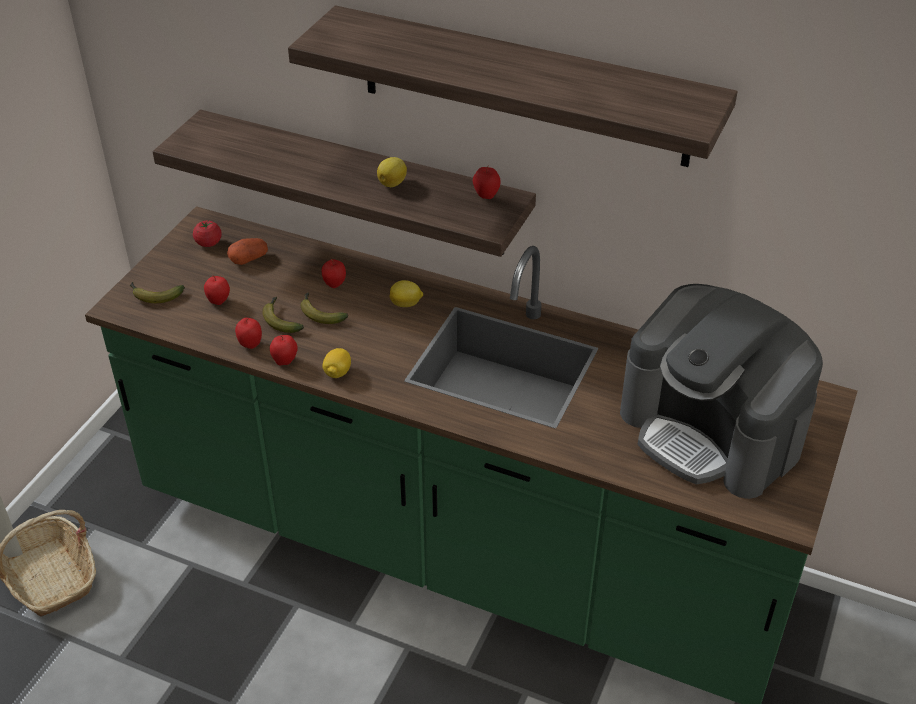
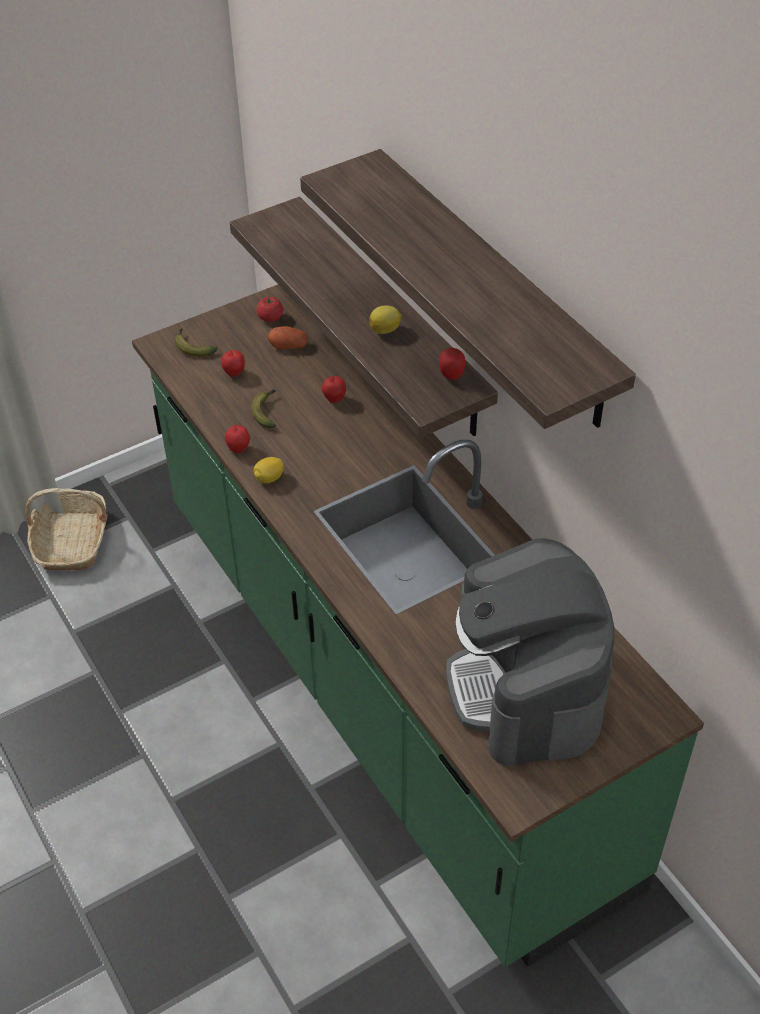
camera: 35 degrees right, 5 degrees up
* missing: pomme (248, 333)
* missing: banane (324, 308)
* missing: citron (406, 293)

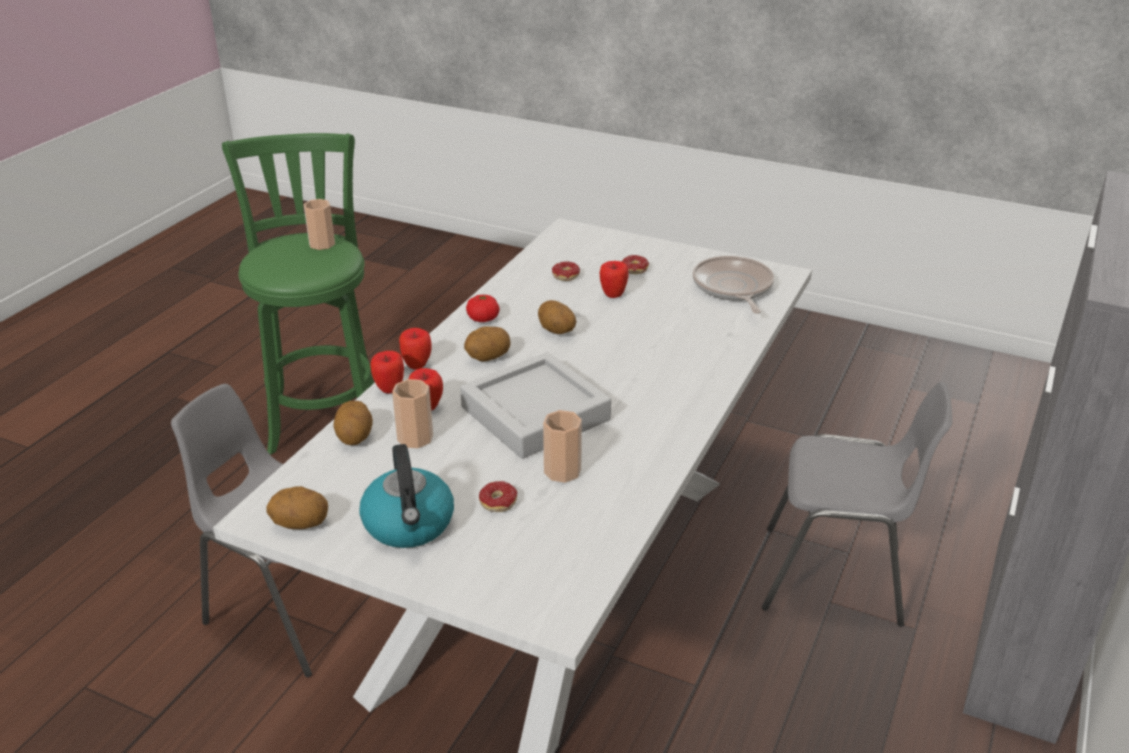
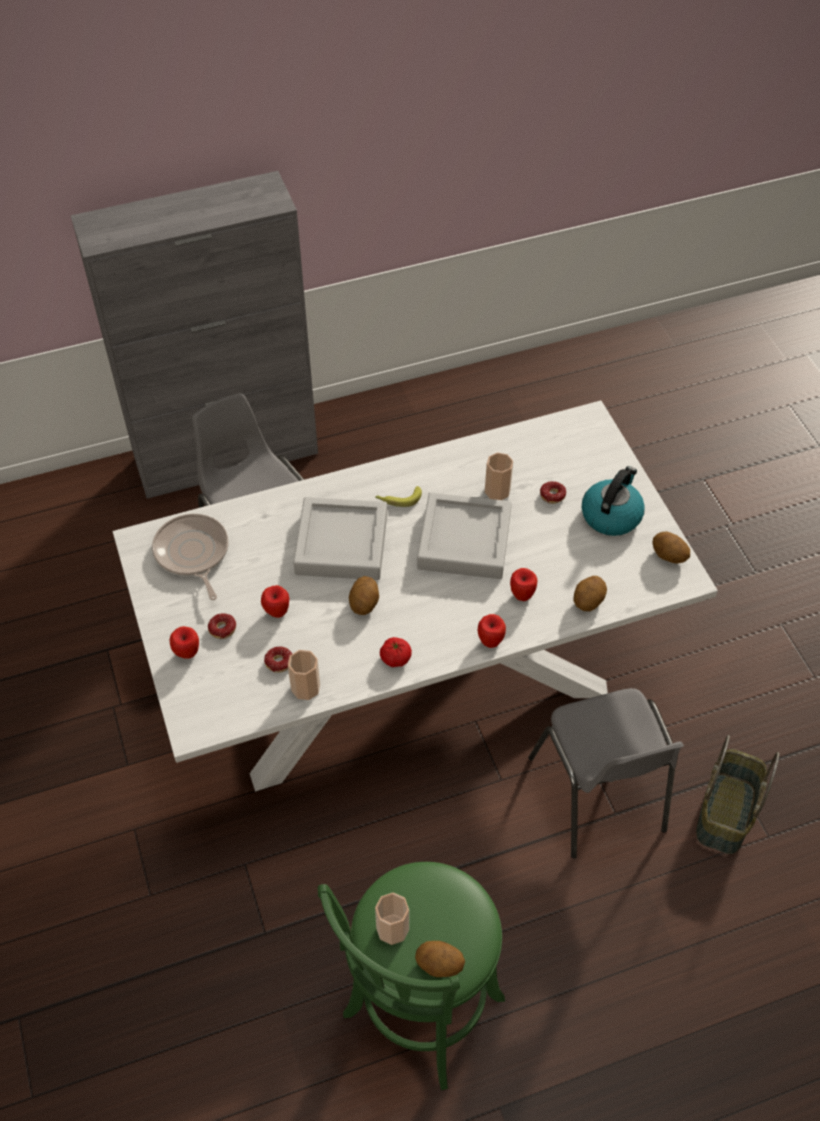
camera: 135 degrees left, 20 degrees up
* appeared: plateau [gris] (340, 538)
* appeared: banane (398, 496)
* appeared: panier (737, 794)
* relocated: pomme (387, 372) to (184, 642)
* relocated: tasse (412, 413) to (304, 675)
* relocated: pomme de terre (487, 344) to (440, 959)
* spun: poêle (733, 285) = (190, 557) 120 degrees clockwise

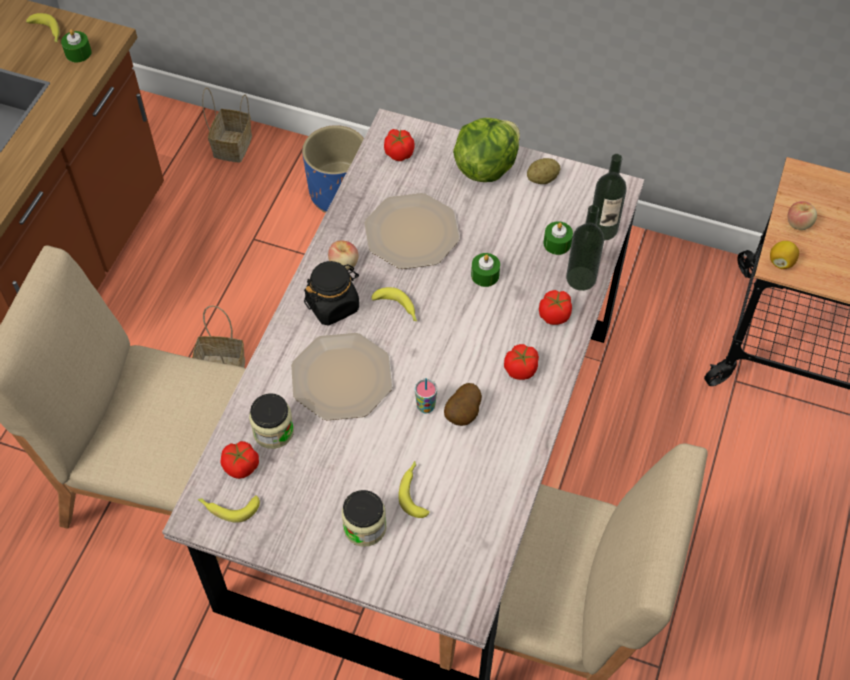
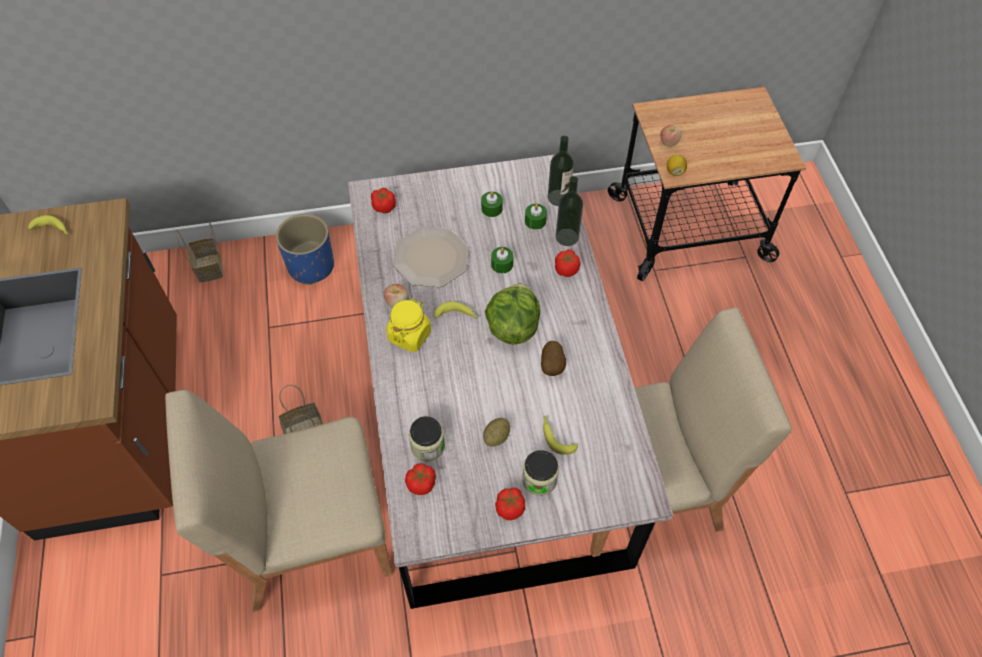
camera: 30 degrees left, 0 degrees up
* missing: banane (229, 509)
* missing: assiette (342, 376)
* missing: tasse (426, 395)
* relocated: bougie [vert] (76, 45) to (492, 204)
* relocated: laitue (486, 150) to (512, 314)
* relocated: tomate (521, 362) to (510, 503)
* relocated: pomme de terre (543, 171) to (496, 432)
* colour: bocal [noir] (331, 293) to bocal [jaune] (408, 325)

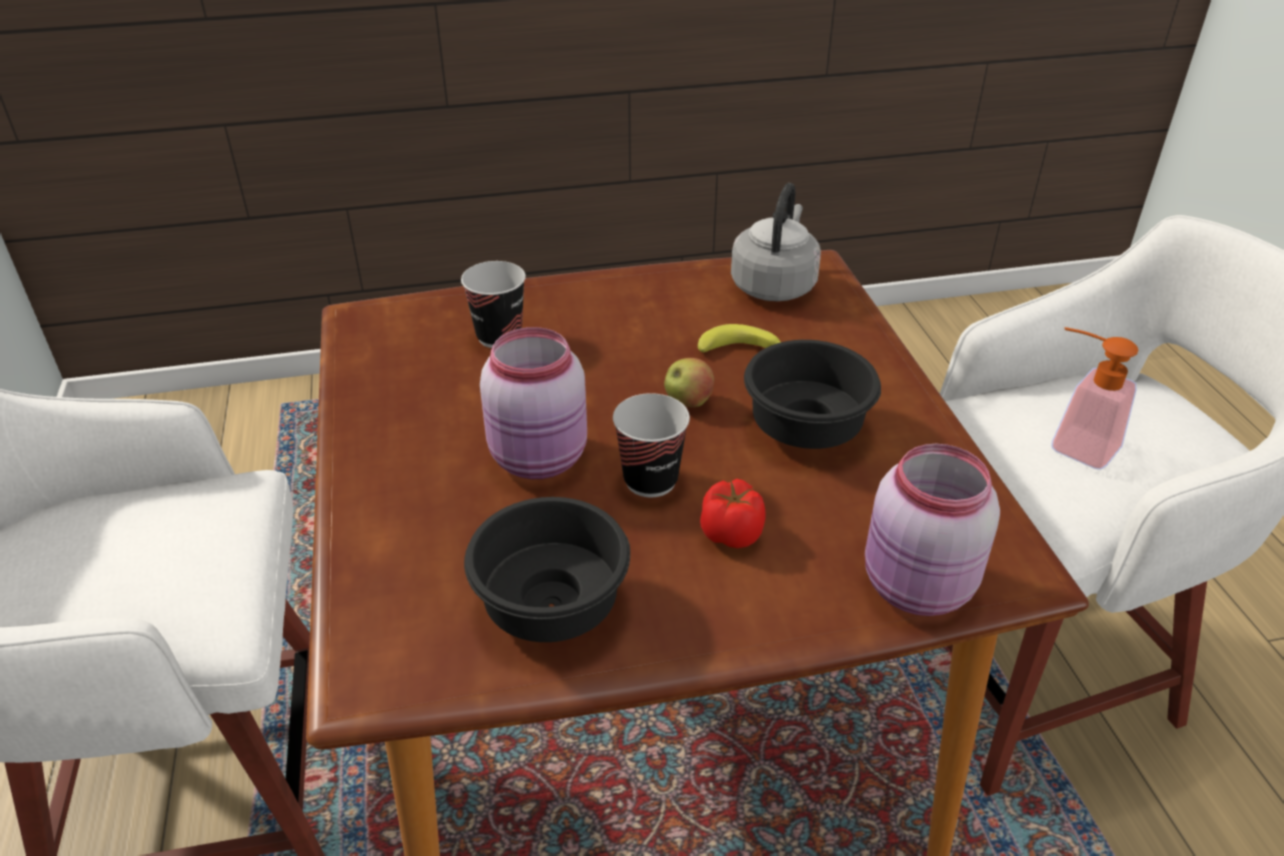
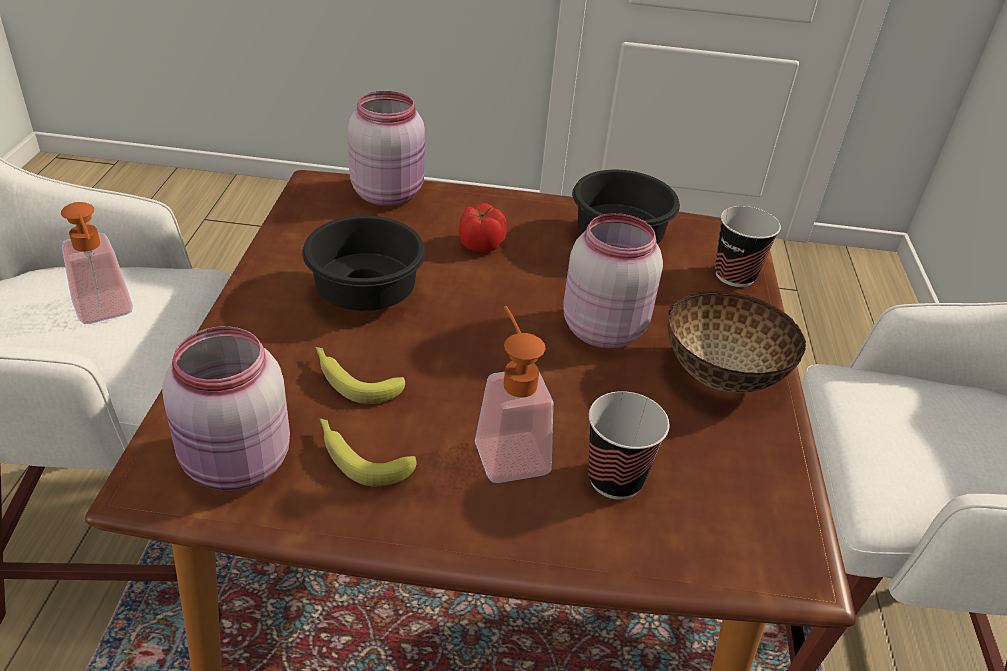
camera: 165 degrees left, 0 degrees up
* missing: pomme (689, 382)
* appeared: banane (368, 453)
* appeared: distributeur de savon (514, 394)
* appeared: bol (736, 342)
* relocated: tasse (651, 445) to (748, 246)
* exchanged: bouilloire [gris] (776, 242) to bocal [rose] (226, 409)

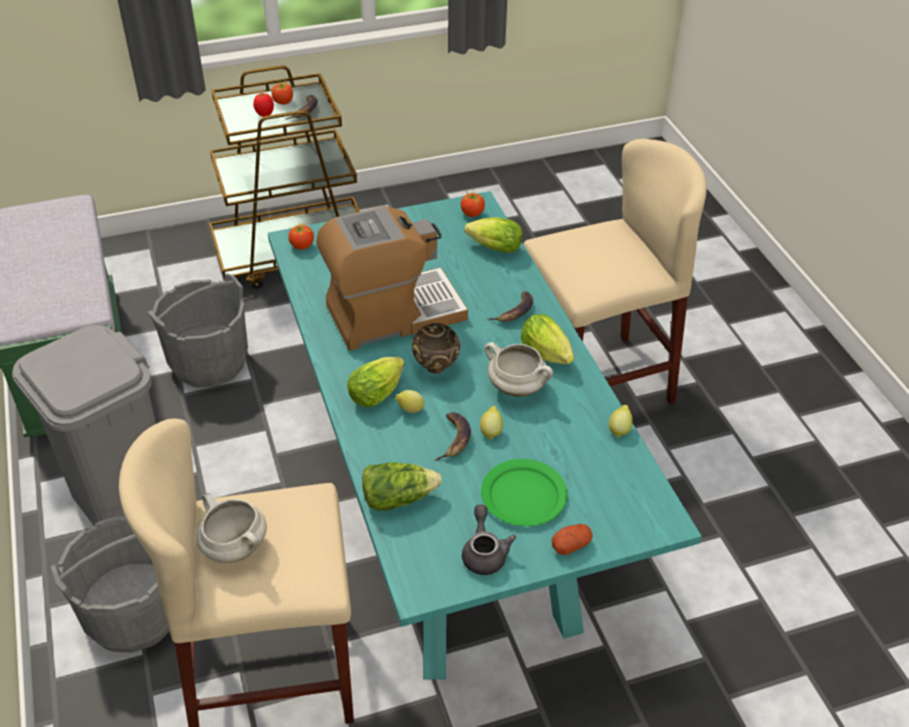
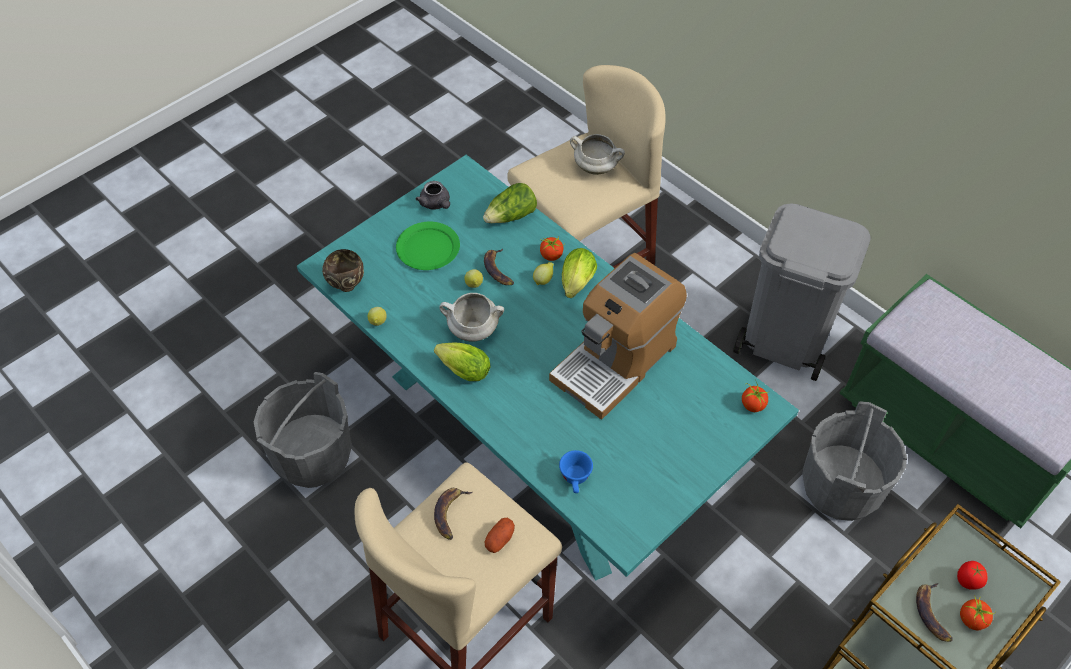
camera: 155 degrees right, 10 degrees up
* relocated: seau [gris] (110, 584) to (303, 430)
* relocated: bol [marron] (436, 348) to (343, 270)
* relocated: tomate (473, 202) to (551, 248)
* relocated: banane (510, 307) to (453, 514)
* relocated: pomme de terre (572, 539) to (500, 535)
* exchanged: laitue (493, 235) to tasse [bleu] (576, 471)

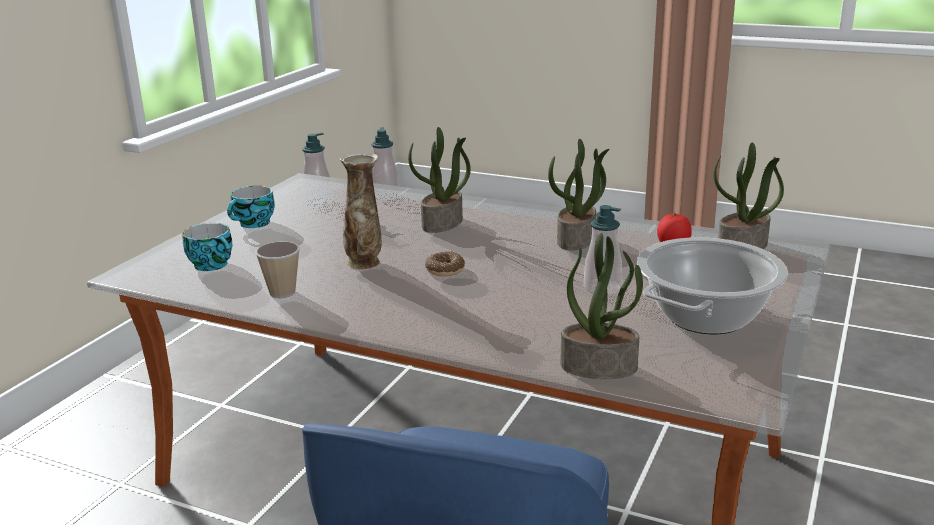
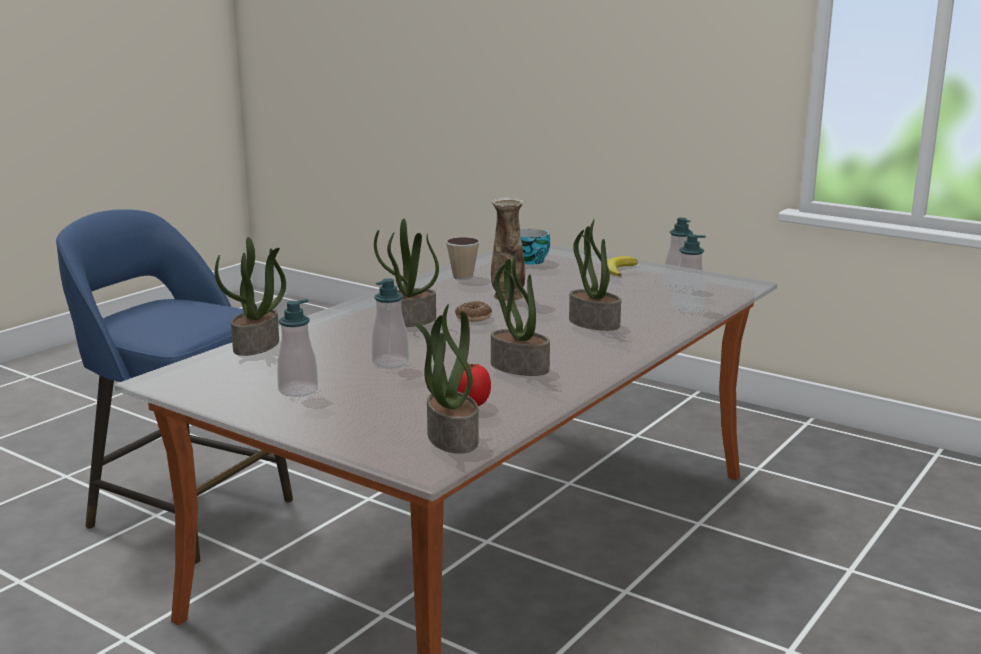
camera: 100 degrees right, 5 degrees down
* appeared: plante en pot (406, 273)
* exchanged: tasse (251, 207) to banane (622, 266)
* exchanged: marmite (712, 285) to distributeur de savon (297, 348)

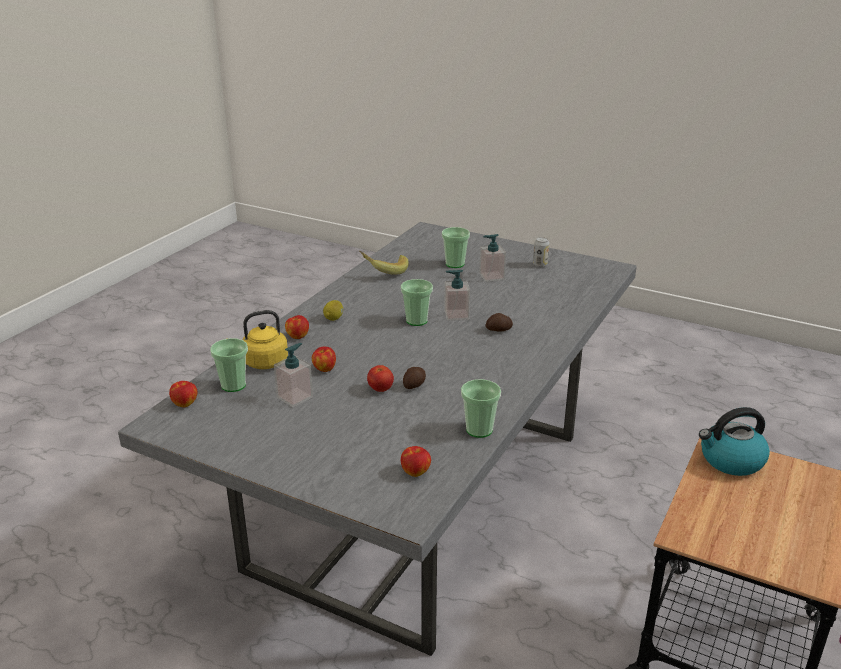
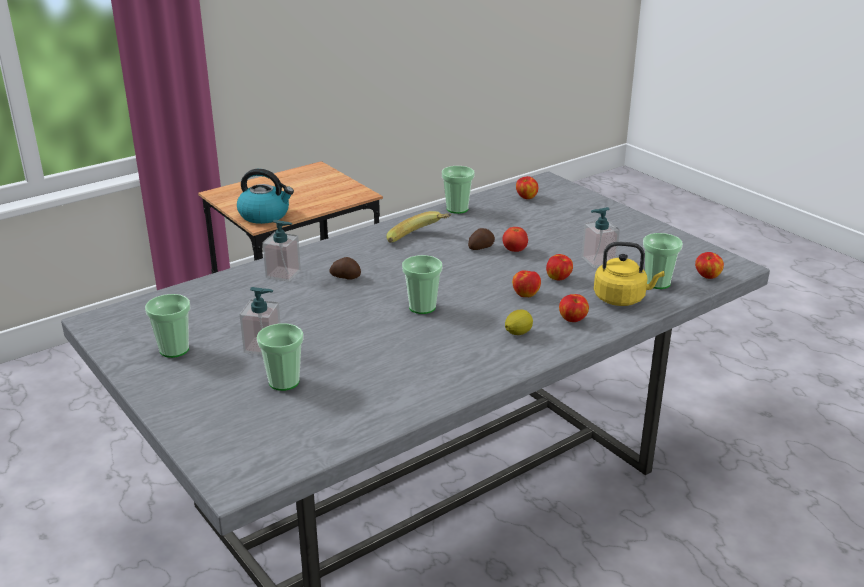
camera: 155 degrees left, 0 degrees up
* appeared: pomme (526, 284)
* relocated: banane (384, 263) to (418, 227)
* relocated: distributeur de savon (457, 295) to (281, 251)
* exchanged: boîte métallique (541, 252) to tasse (167, 326)

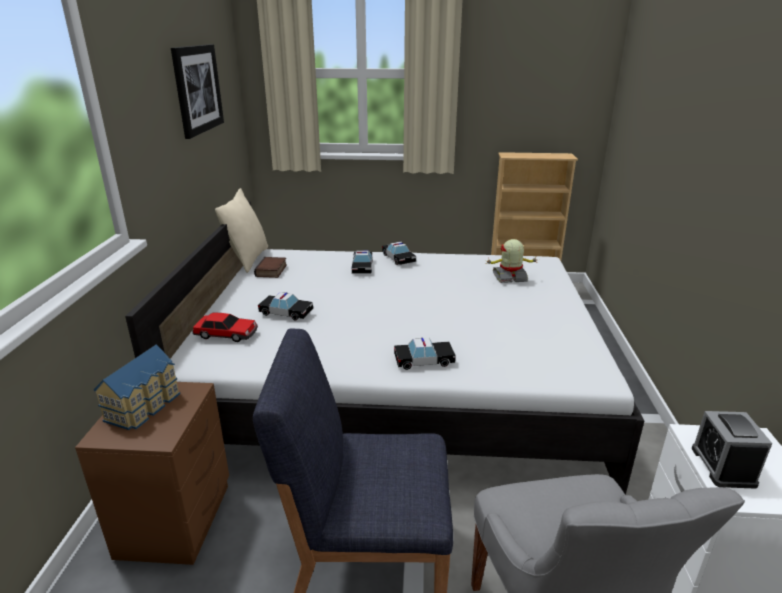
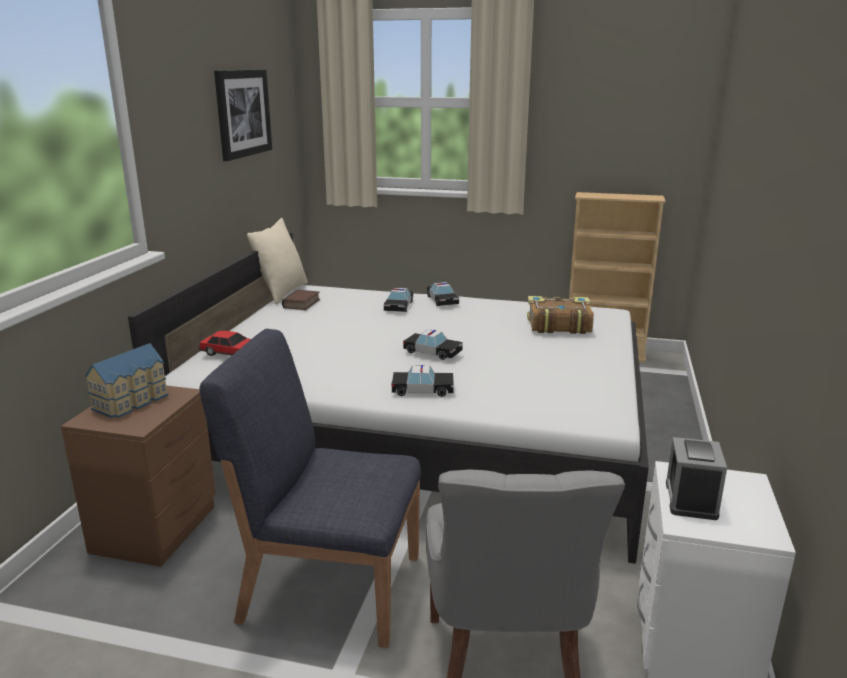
camera: 10 degrees right, 5 degrees down
* relocated: petite voiture (285, 306) to (433, 344)
* exchanged: robot jouet (511, 261) to livre (560, 315)

